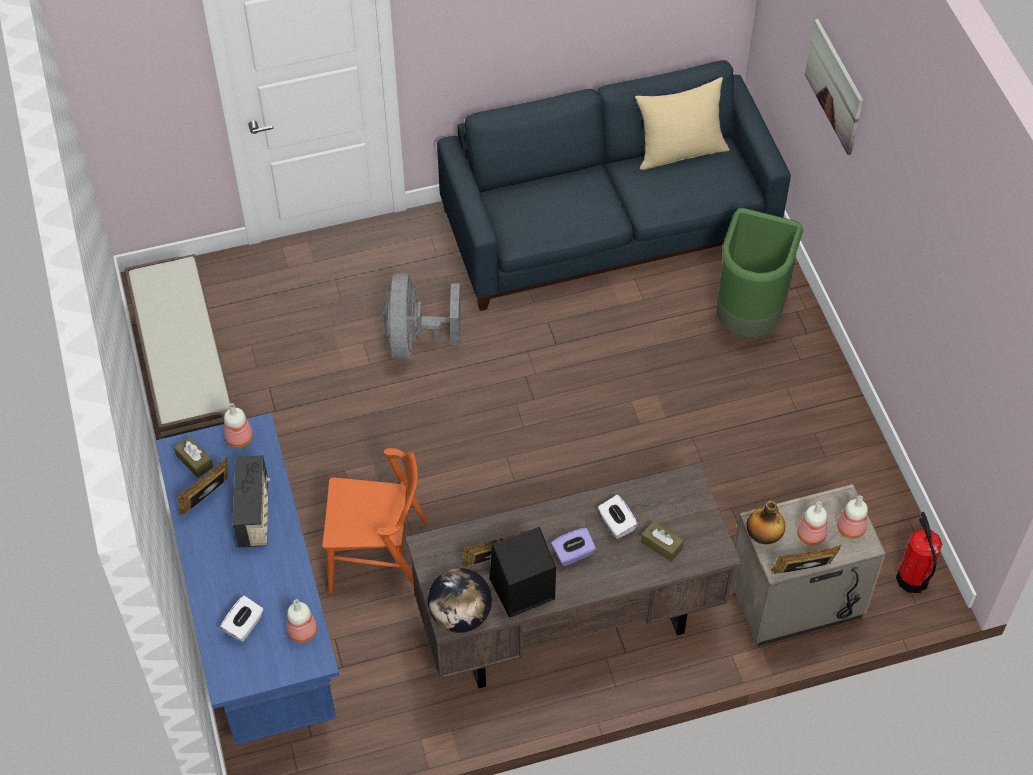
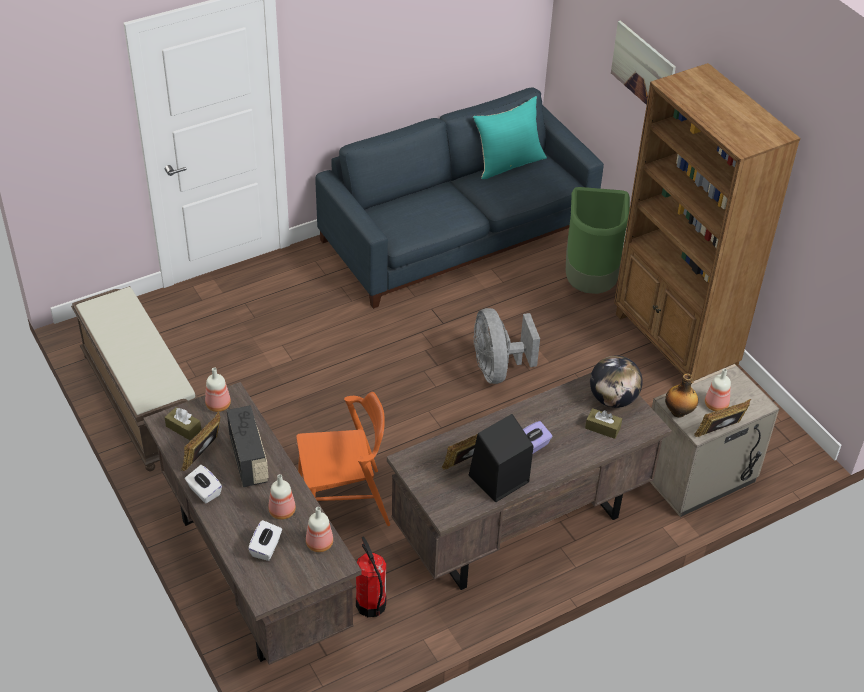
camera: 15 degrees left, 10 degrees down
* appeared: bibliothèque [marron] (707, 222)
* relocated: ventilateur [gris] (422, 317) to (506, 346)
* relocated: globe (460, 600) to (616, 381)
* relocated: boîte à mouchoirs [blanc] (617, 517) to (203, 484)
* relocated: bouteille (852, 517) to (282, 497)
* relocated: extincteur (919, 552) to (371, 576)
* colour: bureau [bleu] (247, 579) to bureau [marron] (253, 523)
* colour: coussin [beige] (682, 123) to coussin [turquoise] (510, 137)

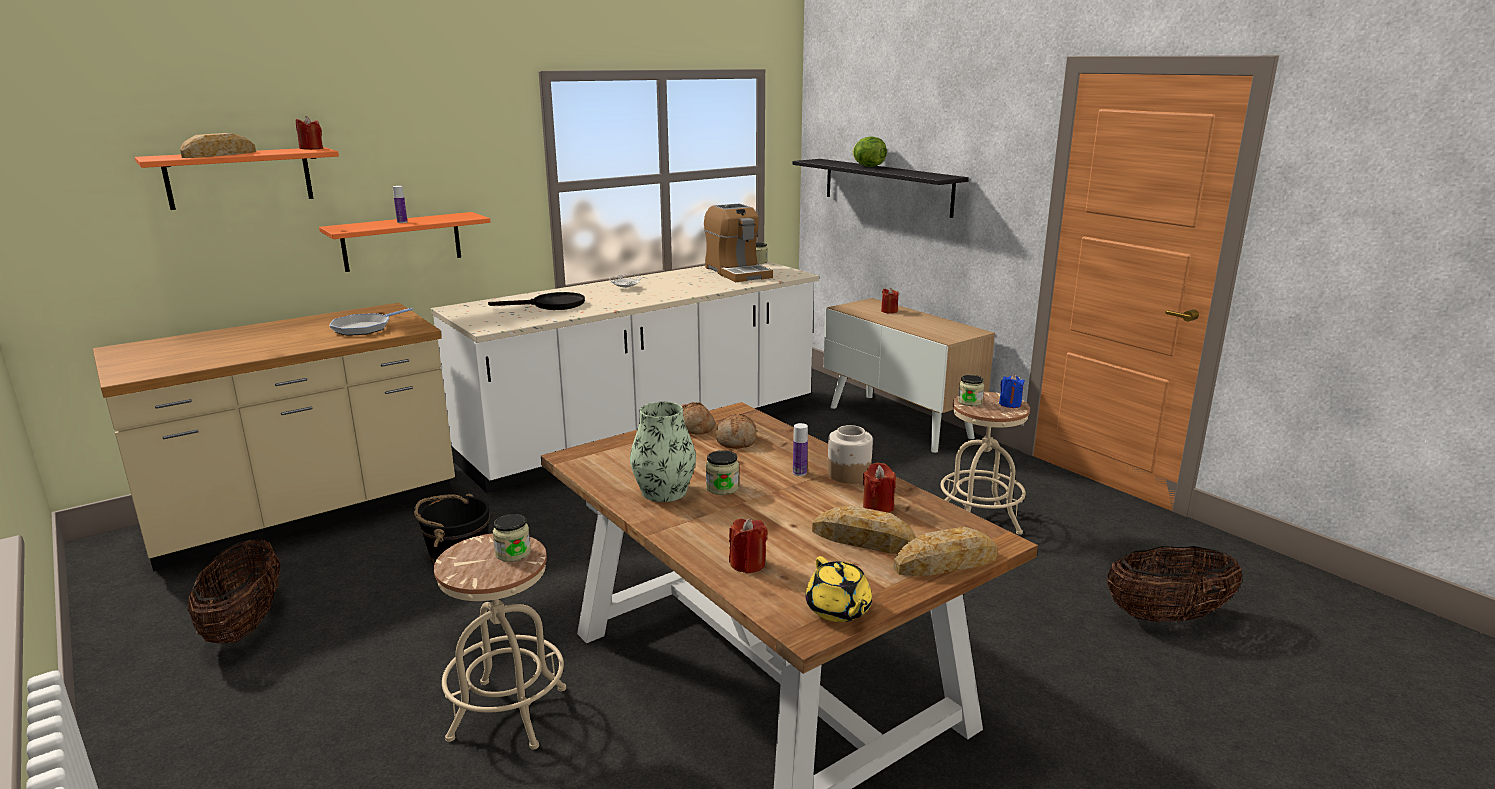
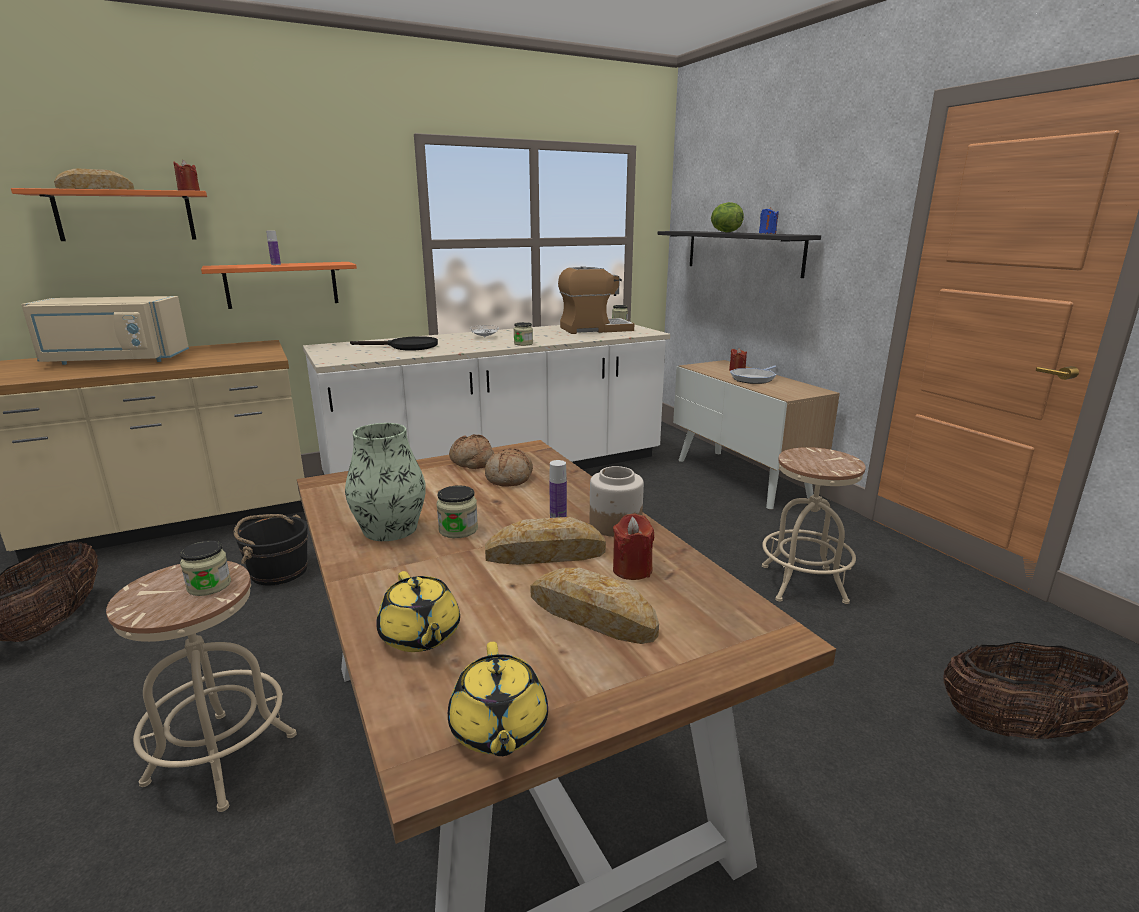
camera: 10 degrees right, 0 degrees up
* appeared: micro-ondes [beige] (105, 330)
* relocated: poêle (370, 322) to (753, 375)
* relocated: pain (946, 551) to (545, 541)
* relocated: bocal (971, 390) to (523, 334)
* relocated: bougie [bleu] (1012, 391) to (769, 220)
* exchanged: bougie [rouge] (748, 546) to théière [jaune] (418, 611)
* spun: machine à café (738, 242) = (596, 300) 90 degrees counterclockwise

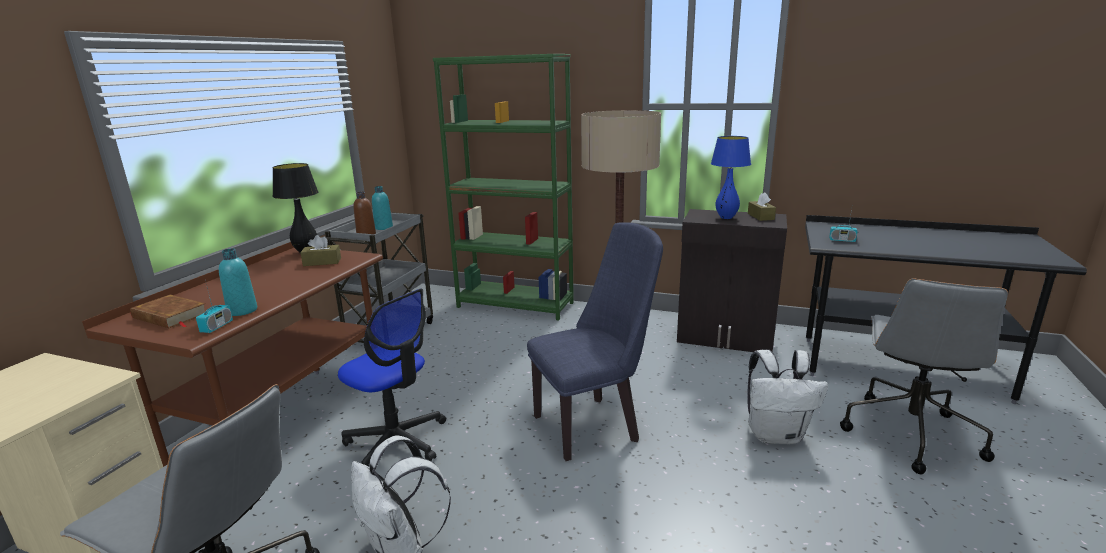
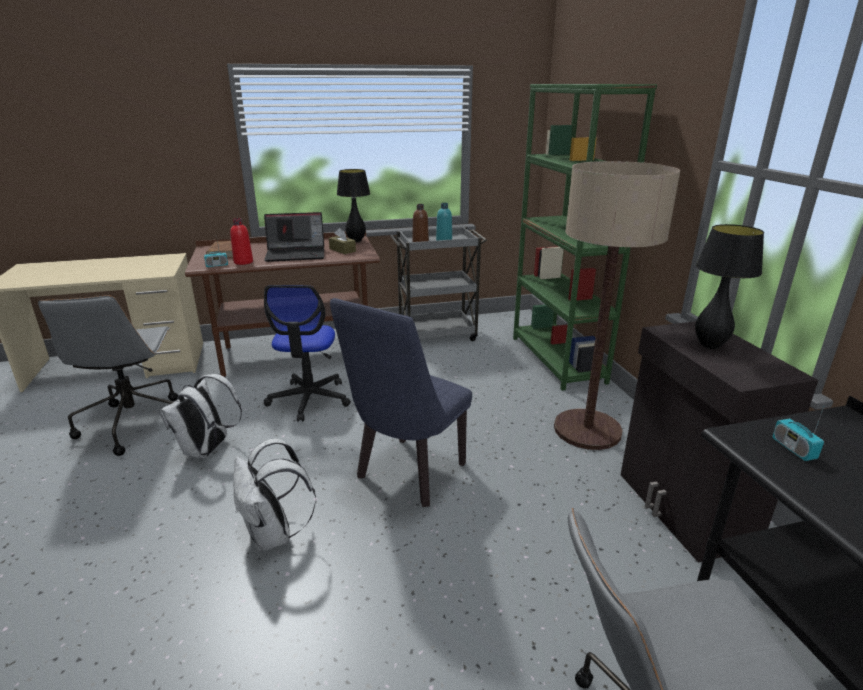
camera: 55 degrees right, 5 degrees up
* missing: boîte à mouchoirs [marron] (762, 206)
* appeared: ordinateur portable (294, 237)
* relocated: sac à dos [blanc] (787, 396) to (274, 495)
* colour: bouteille [turquoise] (238, 282) to bouteille [rouge] (241, 241)
* colour: lampe de table [bleu] (731, 177) to lampe de table [noir] (729, 286)
* spun: chaise [bleu] (595, 341) = (401, 402) 90 degrees clockwise

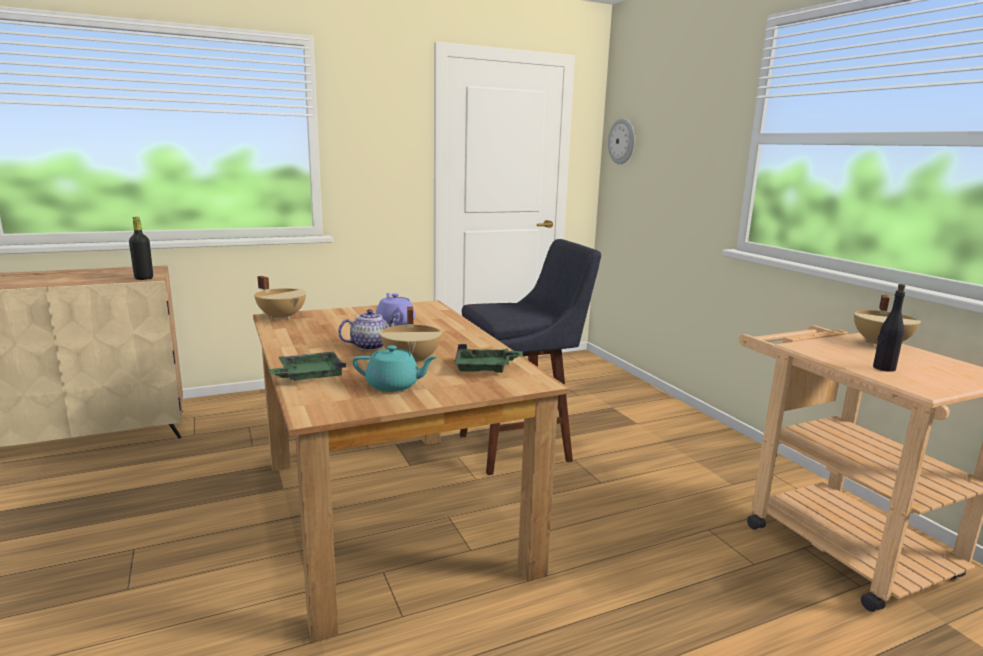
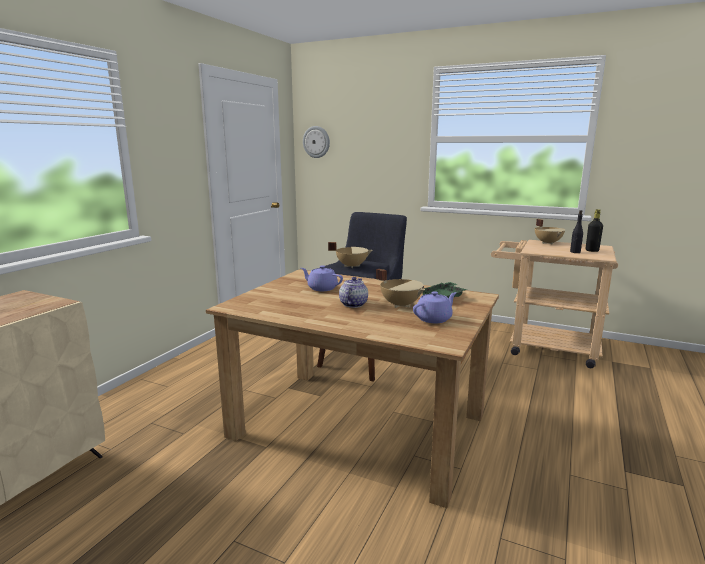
camera: 40 degrees left, 0 degrees up
* missing: plateau [vert] (307, 366)
* relocated: bouteille [noir] (141, 248) to (594, 230)
* relocated: marmite [beige] (280, 298) to (350, 255)
* colour: théière [turquoise] (395, 368) to théière [violet] (435, 307)

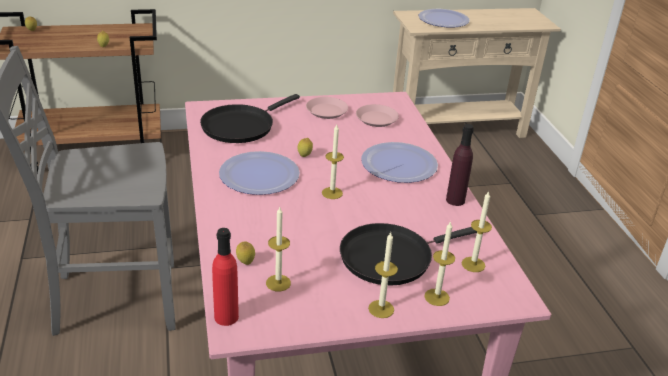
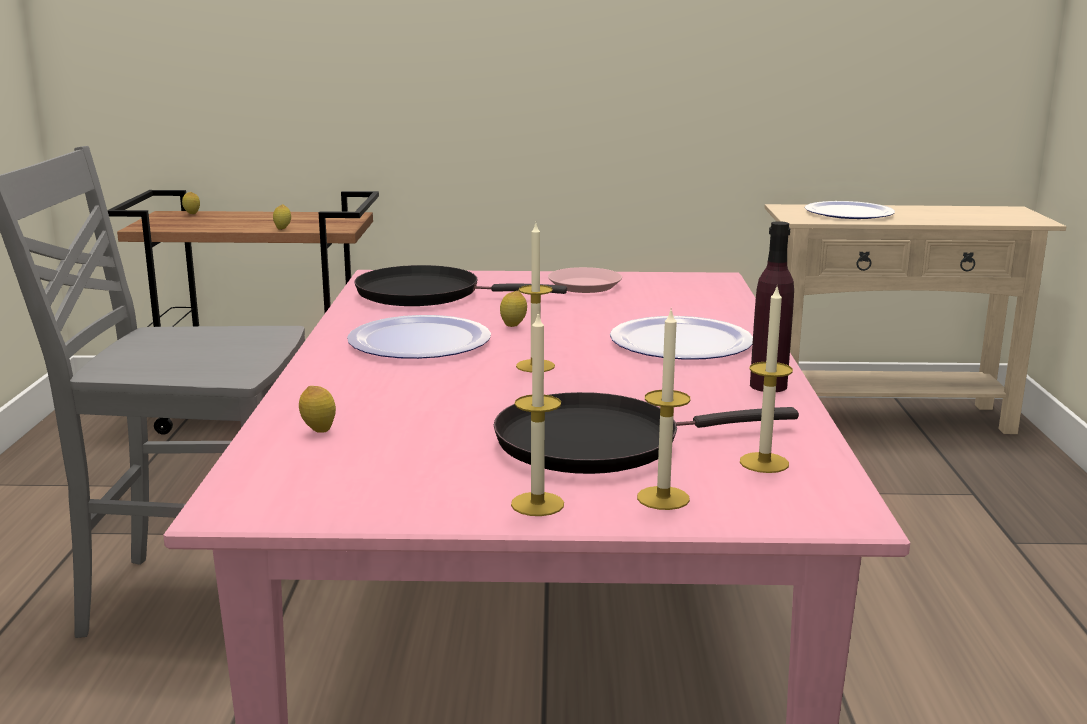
camera: 15 degrees right, 15 degrees down
* missing: bouteille [rouge] (225, 277)
* missing: bougie (278, 249)
* missing: assiette [rose] (377, 115)
* spun: poêle [noir] (250, 118) = (460, 285) 45 degrees clockwise

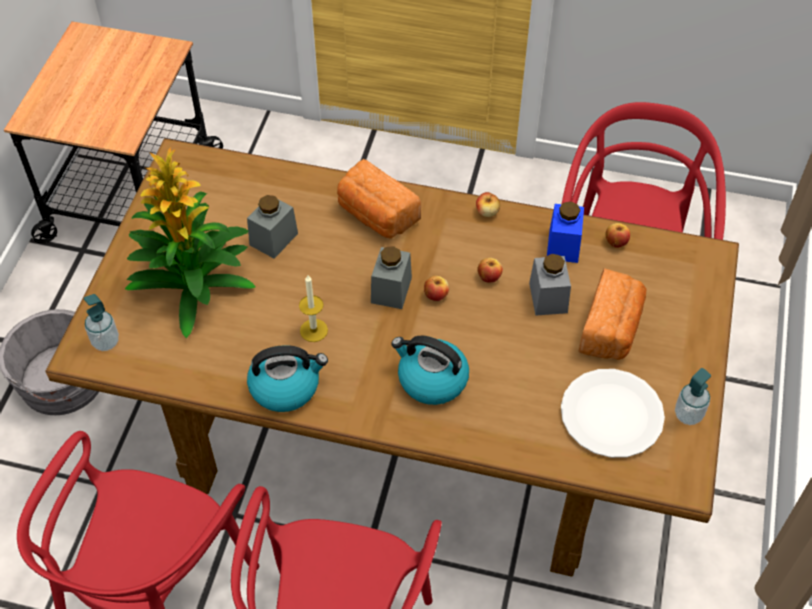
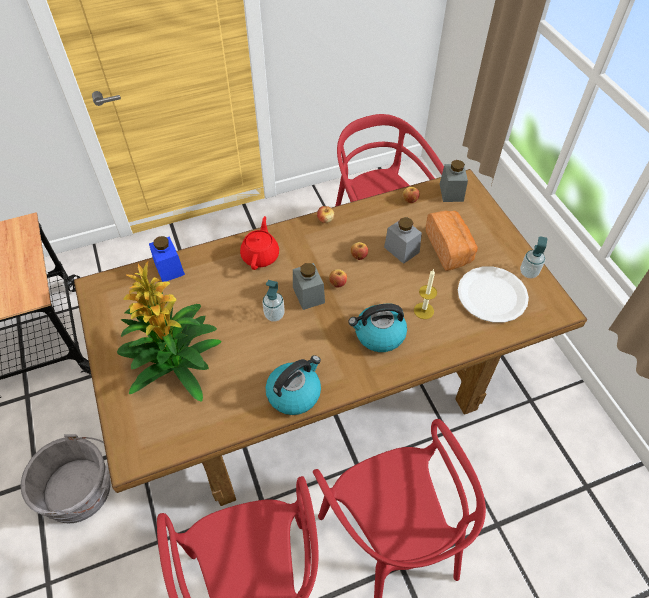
camera: 35 degrees left, 0 degrees up
* relocated: distributeur de savon (101, 322) to (273, 301)
* relocated: bocal [gris] (272, 227) to (454, 181)
* relocated: bougie (313, 308) to (425, 294)
* relocated: bocal [bleu] (565, 232) to (167, 259)
* exchanged: pain (379, 199) to théière [rouge] (259, 243)

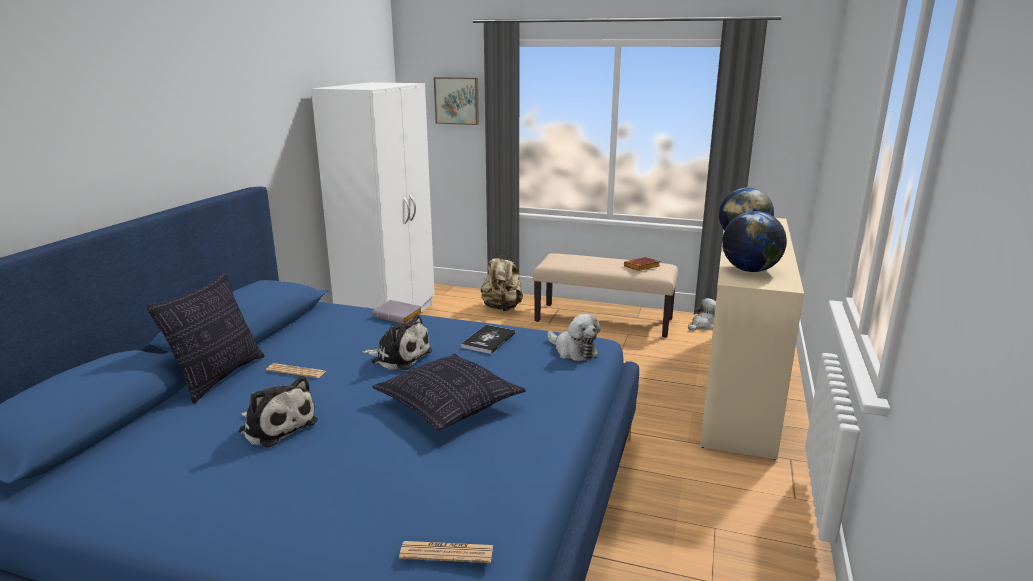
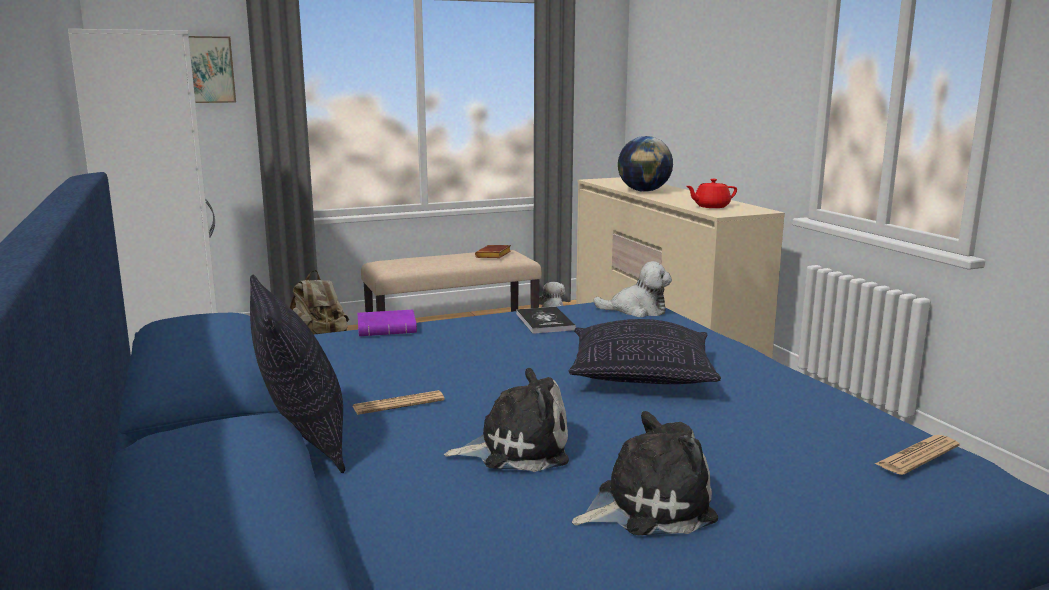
camera: 40 degrees left, 5 degrees down
* relocated: peluche (397, 342) to (645, 473)
* exchanged: globe (754, 241) to théière [rouge] (711, 193)
* colour: livre [gris] (397, 312) to livre [violet] (387, 323)

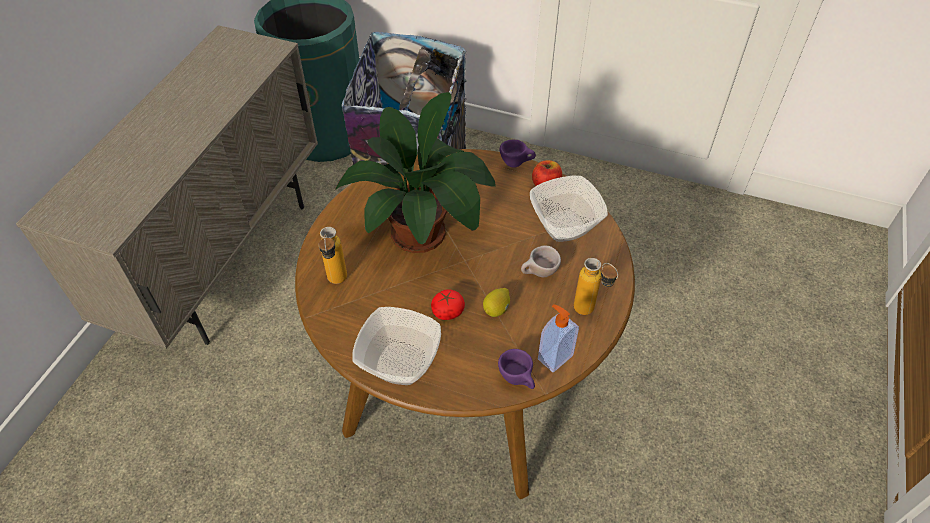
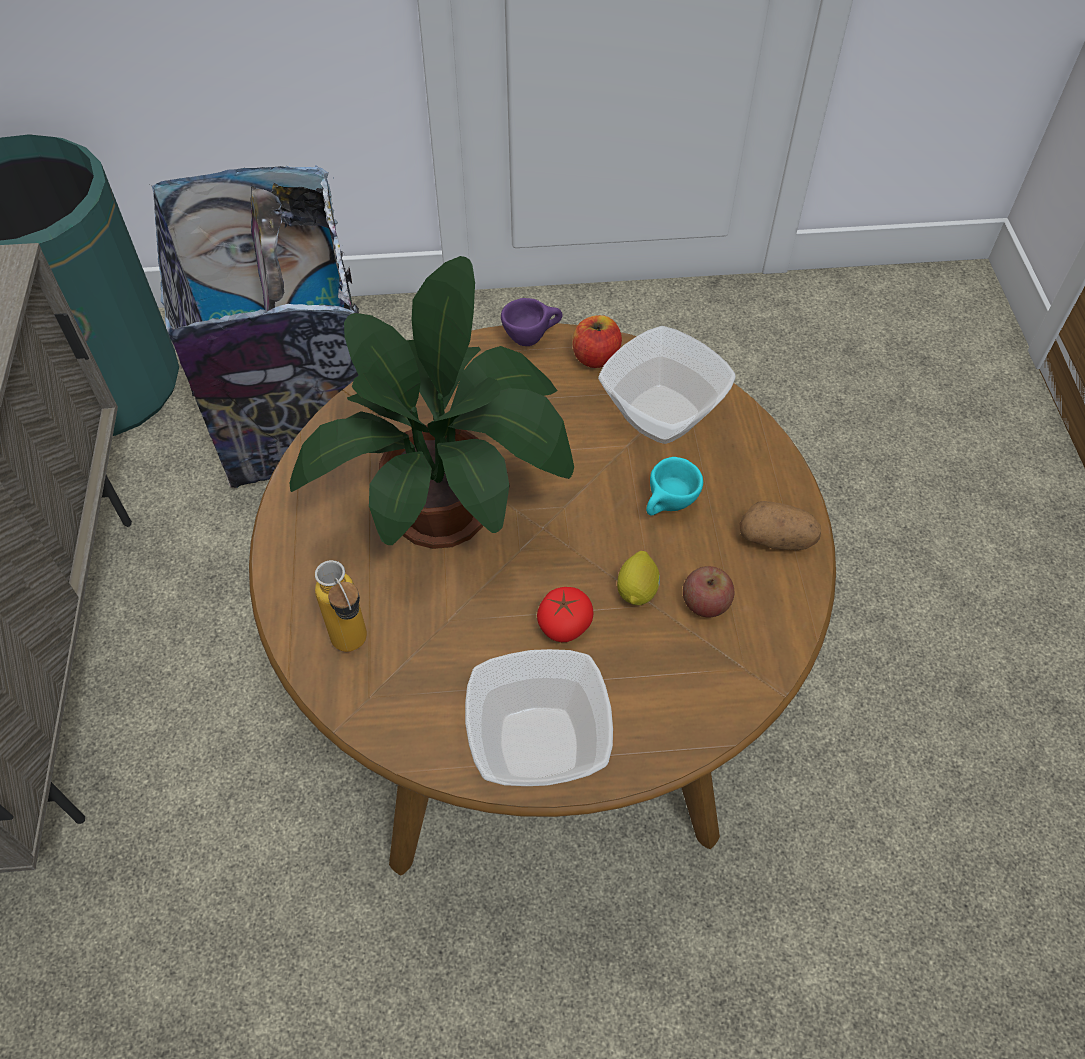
camera: 25 degrees left, 5 degrees up
* missing: tasse [violet] (516, 369)
* missing: distributeur de savon (558, 338)
* appeared: pomme (709, 591)
* exchanged: bouteille (596, 286) to pomme de terre (780, 525)
* colour: tasse [beige] (541, 261) to tasse [turquoise] (674, 486)

